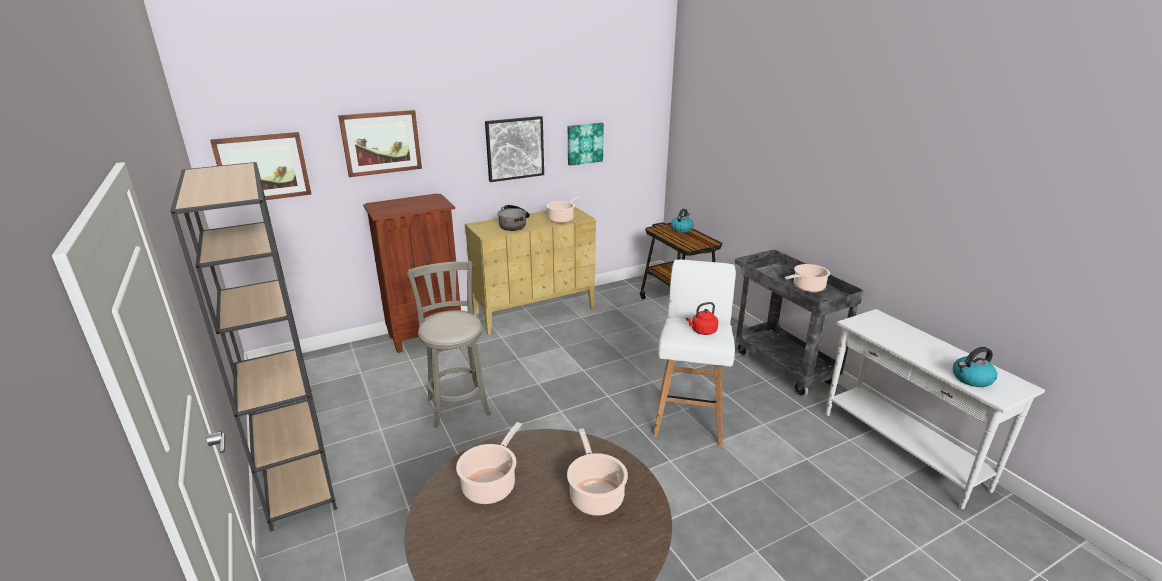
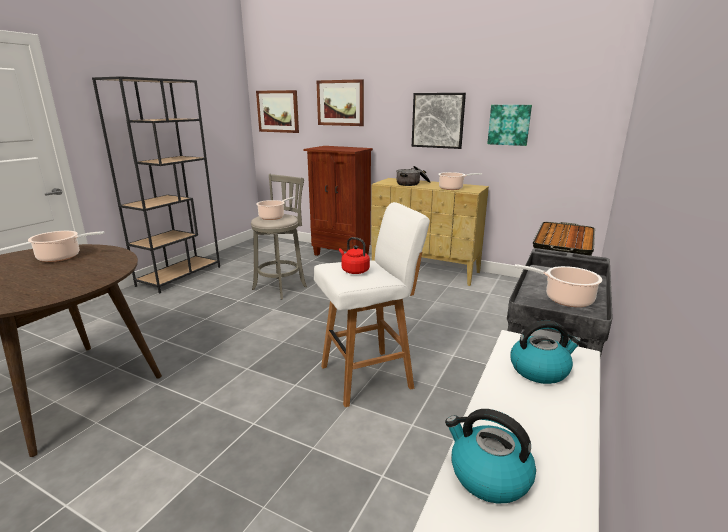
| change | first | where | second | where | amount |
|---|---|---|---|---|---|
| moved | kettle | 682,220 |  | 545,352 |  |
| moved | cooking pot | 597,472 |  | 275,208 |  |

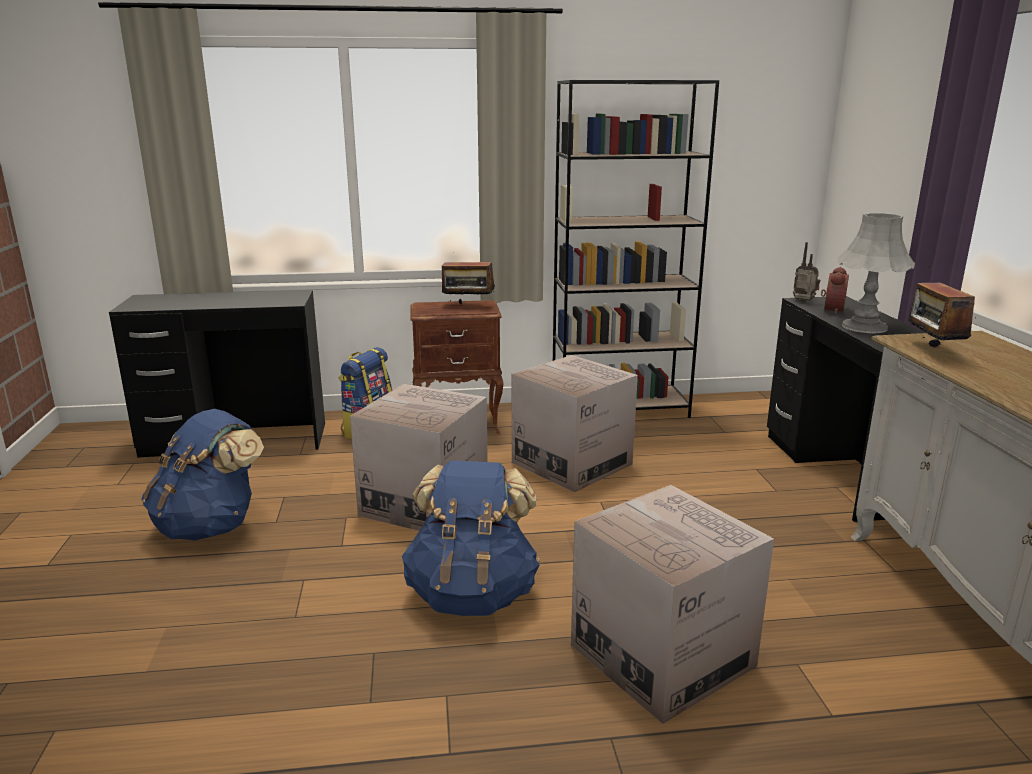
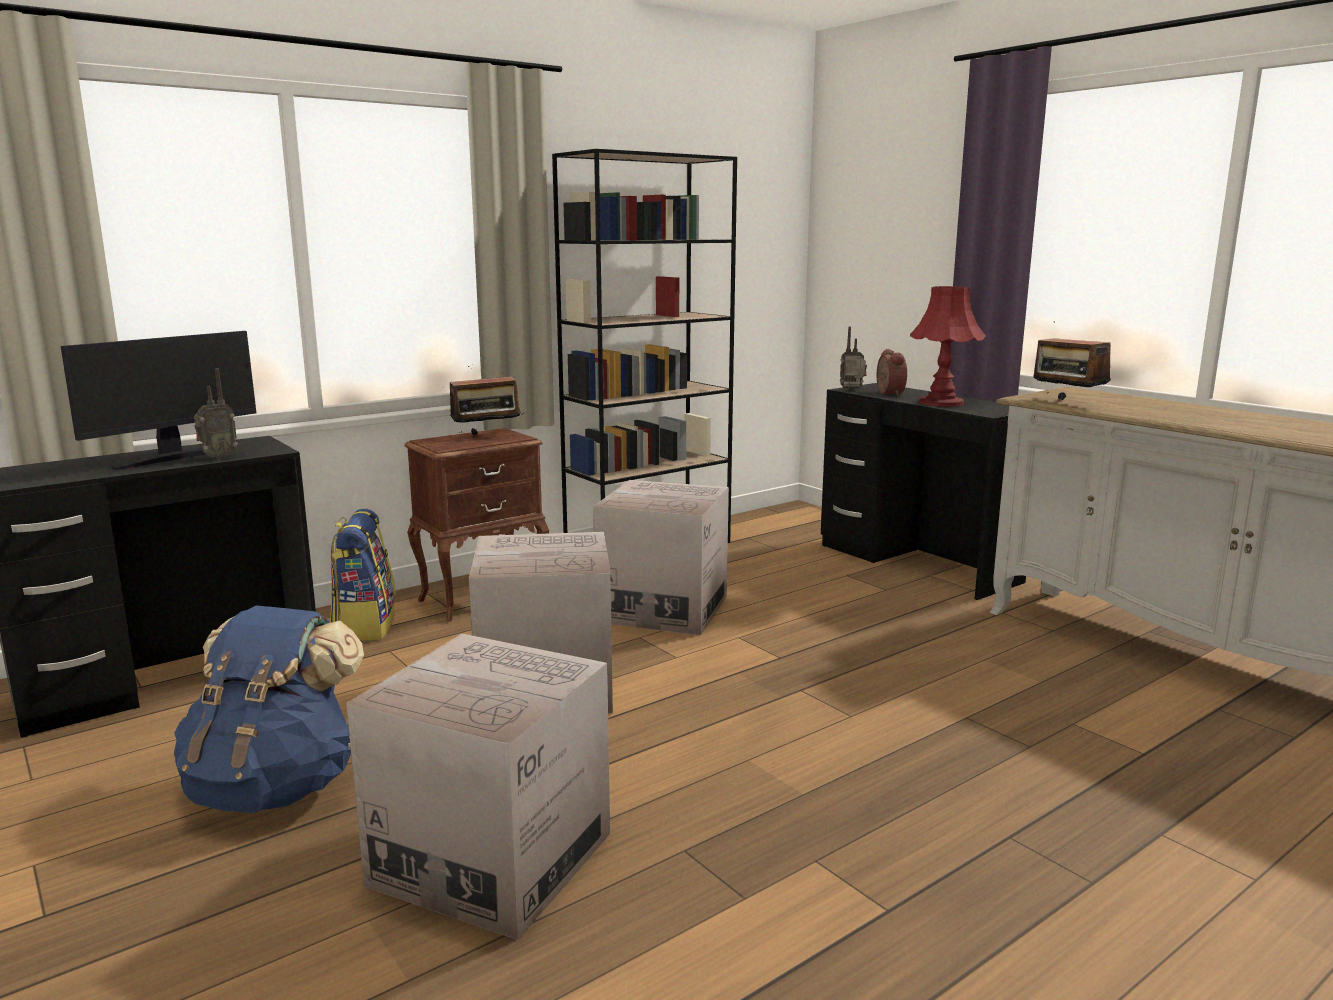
| change | first | where | second | where | amount |
|---|---|---|---|---|---|
| recoloured | table lamp (grey) | 876,273 | table lamp (red) | 948,346 |  |
| removed | backpack (blue) | 471,538 |  |  |  |
| moved | cardboard box | 672,604 |  | 478,787 |  |
| added |  |  | monitor | 158,400 |  |
| added |  |  | radio | 216,413 |  |

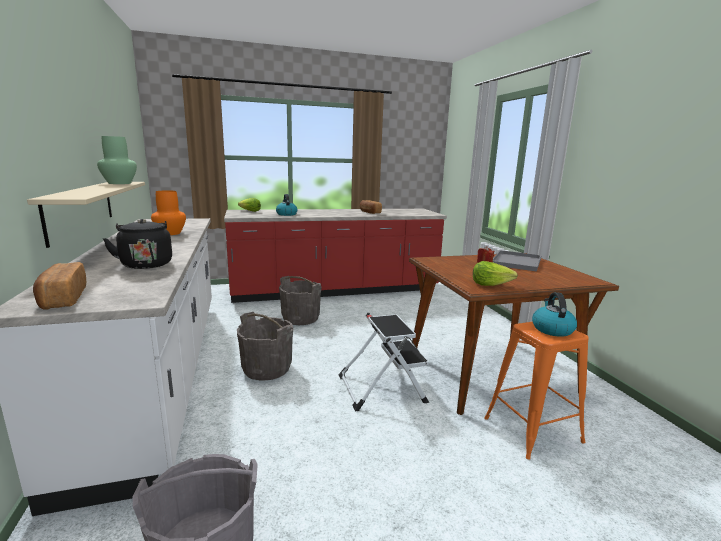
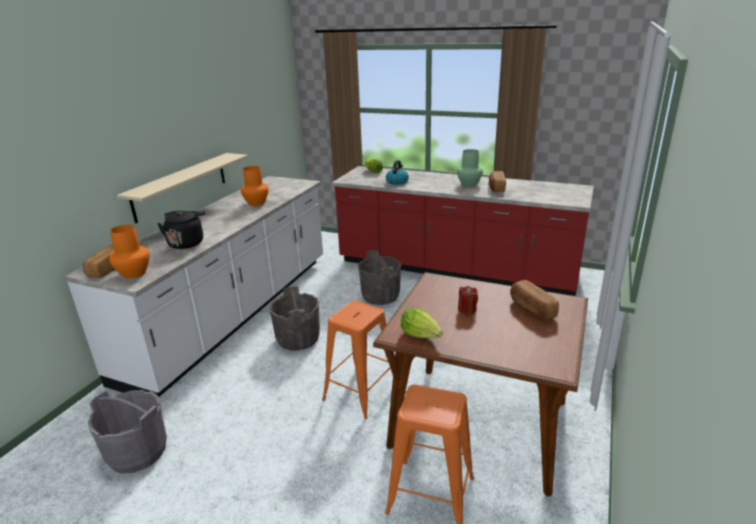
| change | first | where | second | where | amount |
|---|---|---|---|---|---|
| moved | vase (green) | 117,160 |  | 470,168 |  |
| replaced | tray (grey) | 517,261 | bread | 534,300 |  |
| removed | kettle | 554,314 |  |  |  |
| replaced | step ladder | 383,362 | stool (orange) | 357,360 |  |
| added |  |  | vase (orange) | 129,252 |  |

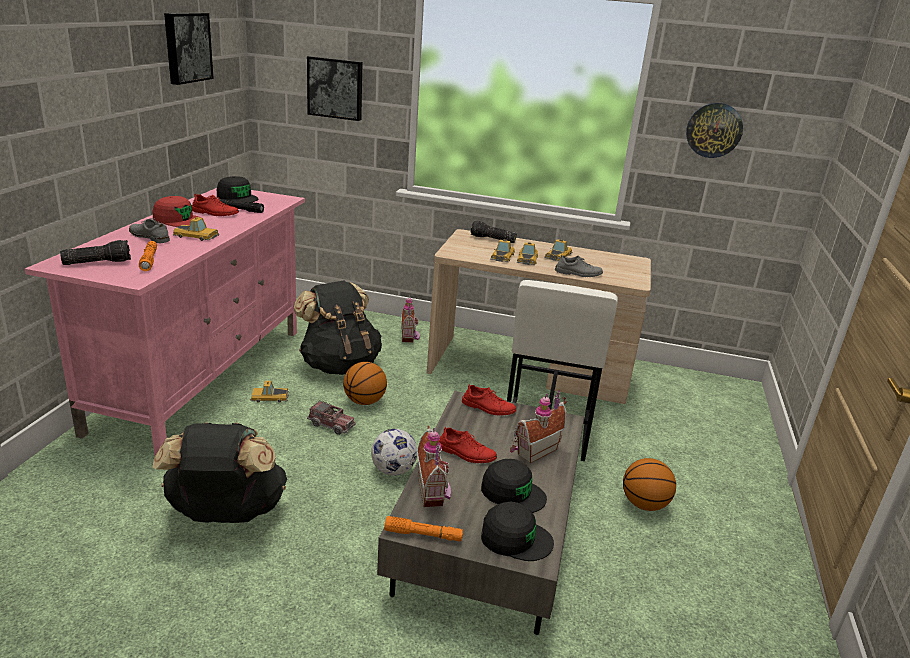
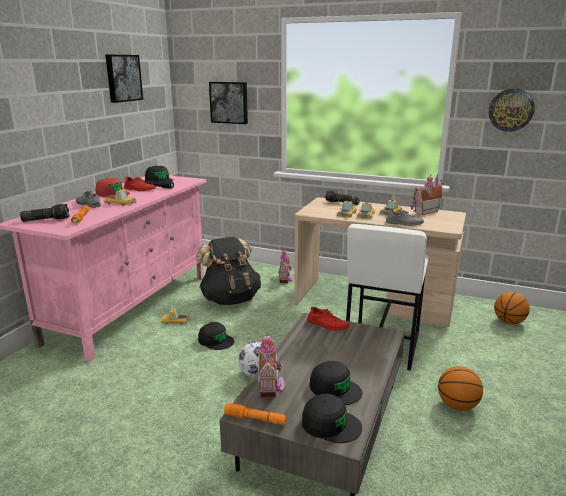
| change | first | where | second | where | amount |
|---|---|---|---|---|---|
| moved | basketball | 365,383 |  | 512,308 |  |
| moved | toy house | 538,426 |  | 427,194 |  |
| replaced | toy truck | 331,418 | cap (black) | 216,336 |  |
| removed | backpack (black) | 220,472 |  |  |  |
| removed | shoe (red) | 468,445 |  |  |  |

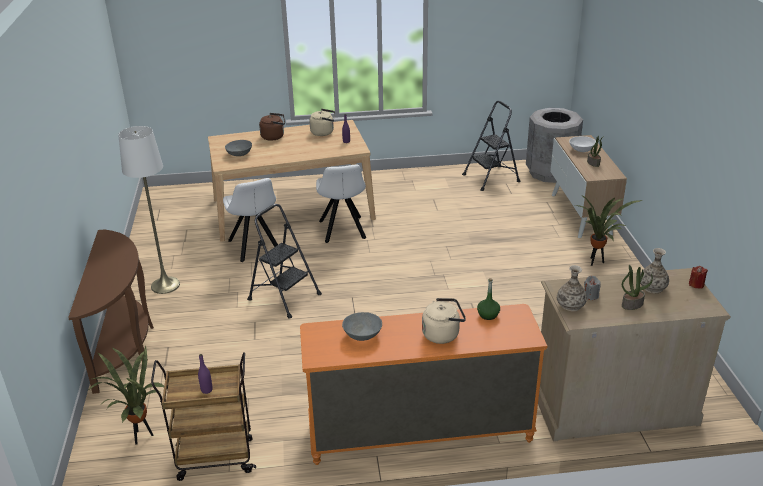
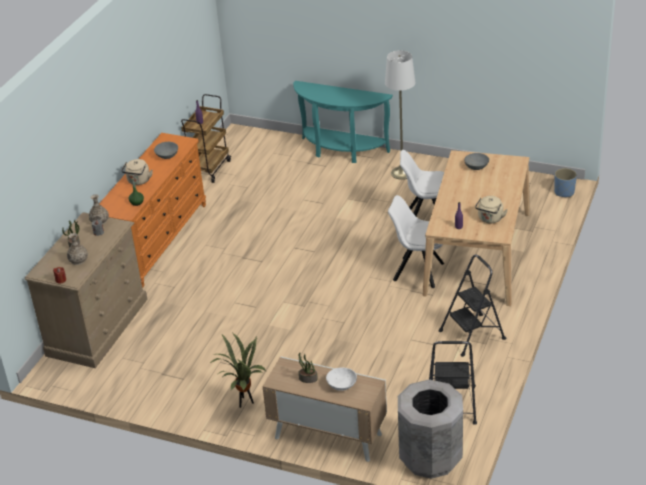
| change | first | where | second | where | amount |
|---|---|---|---|---|---|
| removed | kettle (brown) | 272,127 |  |  |  |
| moved | step ladder (black) | 284,261 |  | 472,305 |  |
| recoloured | console table (brown) | 111,311 | console table (turquoise) | 343,122 |  |
| removed | potted plant | 126,395 |  |  |  |
| added |  |  | planter (blue) | 565,182 |  |

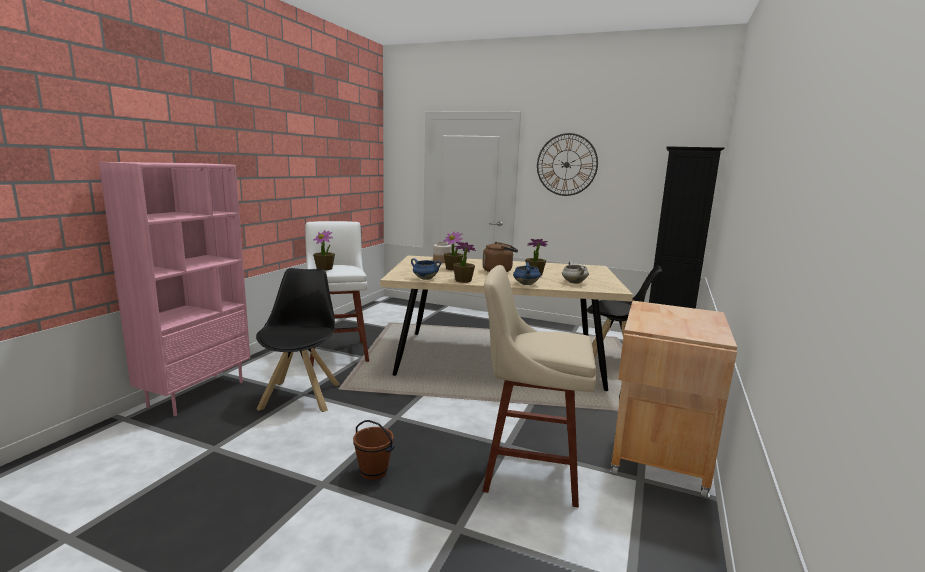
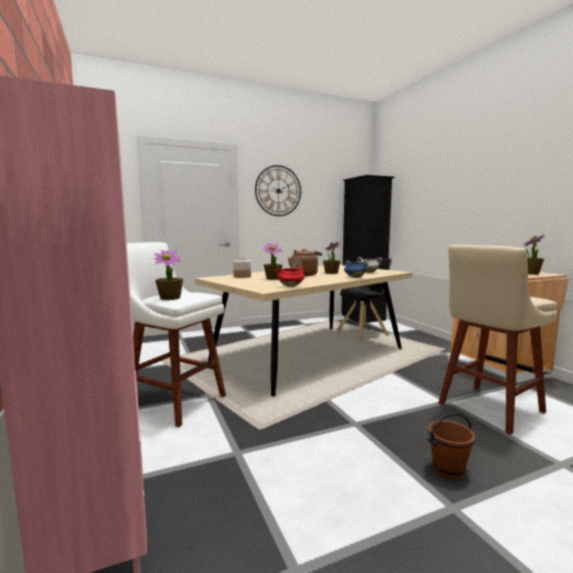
| change | first | where | second | where | amount |
|---|---|---|---|---|---|
| moved | potted plant | 464,262 |  | 533,255 |  |
| recoloured | cooking pot (blue) | 426,269 | cooking pot (red) | 290,276 |  |
| removed | chair (black) | 298,340 |  |  |  |

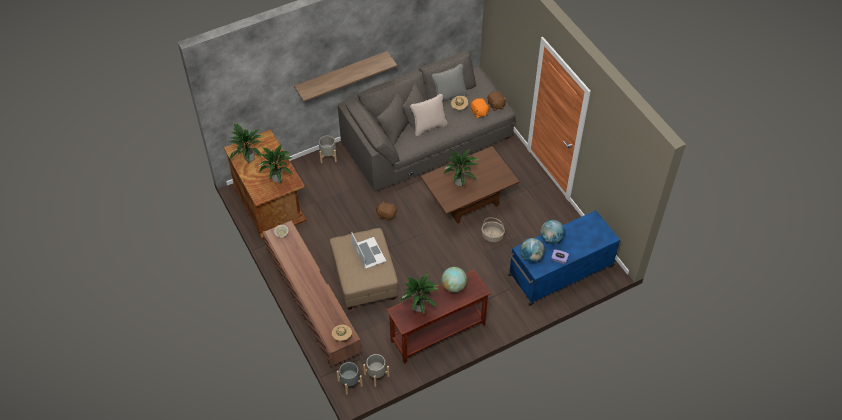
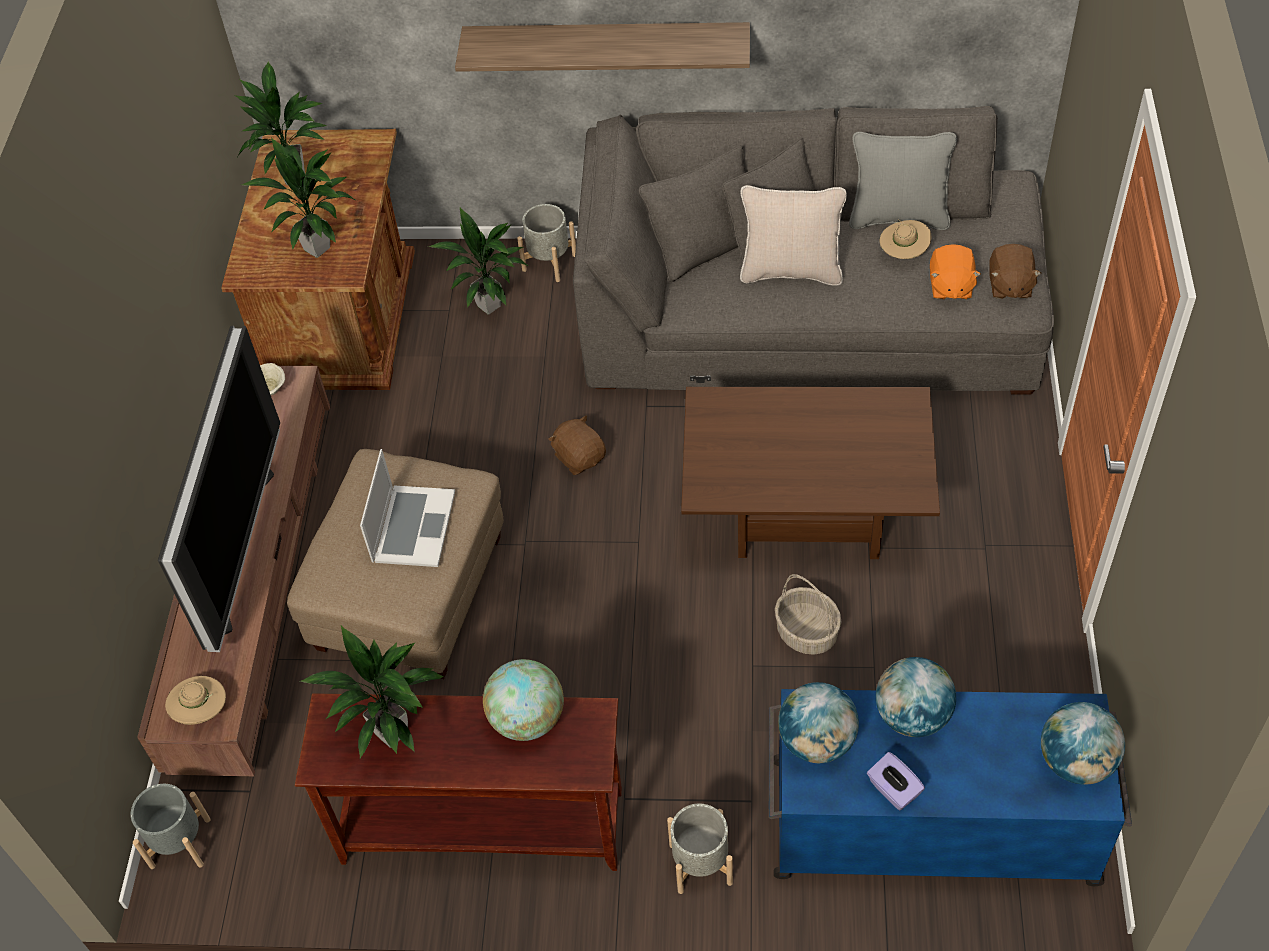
| change | first | where | second | where | amount |
|---|---|---|---|---|---|
| moved | potted plant | 460,168 |  | 478,261 |  |
| moved | planter (grey) | 376,370 |  | 700,849 |  |
| added |  |  | television | 219,489 |  |
| added |  |  | globe | 1083,743 |  |

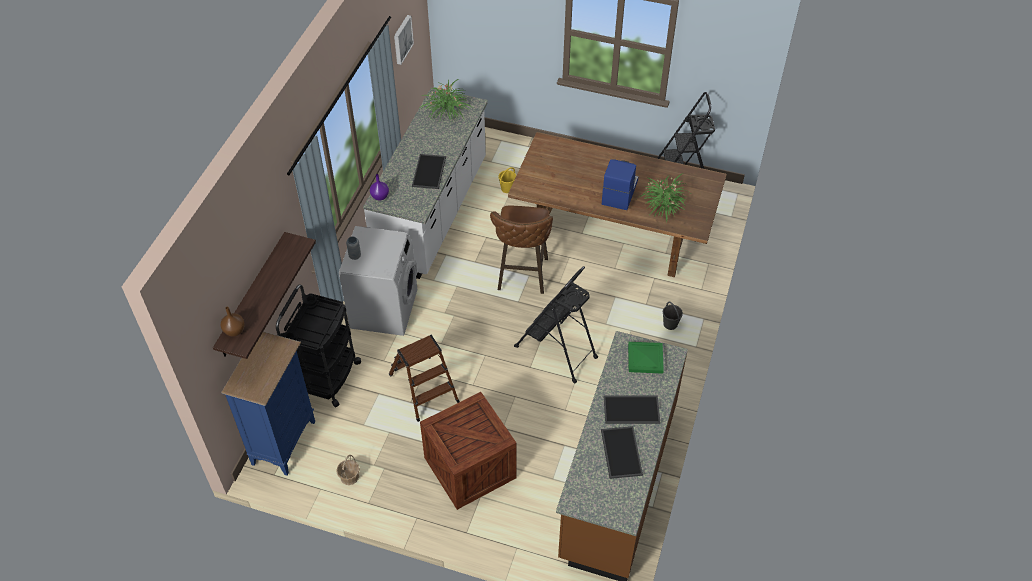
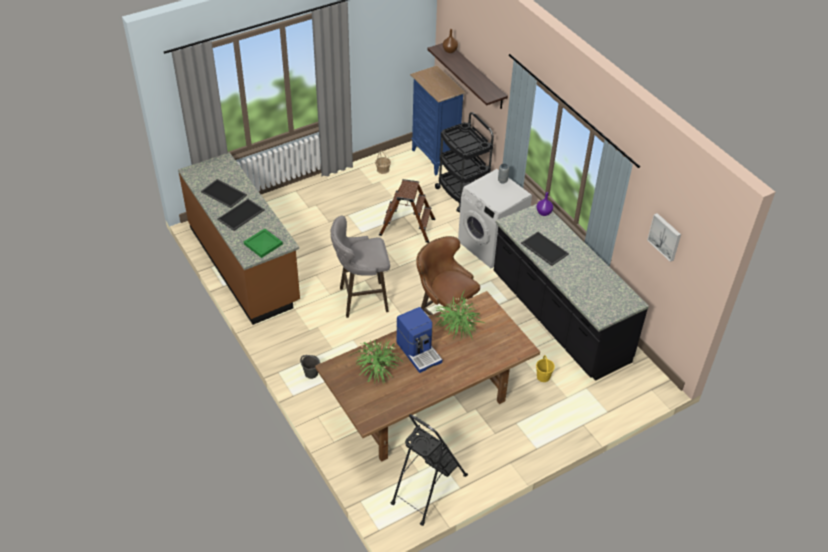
| change | first | where | second | where | amount |
|---|---|---|---|---|---|
| moved | potted plant | 445,99 |  | 459,315 |  |
| recoloured | counter (white) | 425,183 | counter (black) | 571,292 |  |
| replaced | step ladder | 556,324 | stool (grey) | 360,267 |  |
| removed | crate | 468,451 |  |  |  |

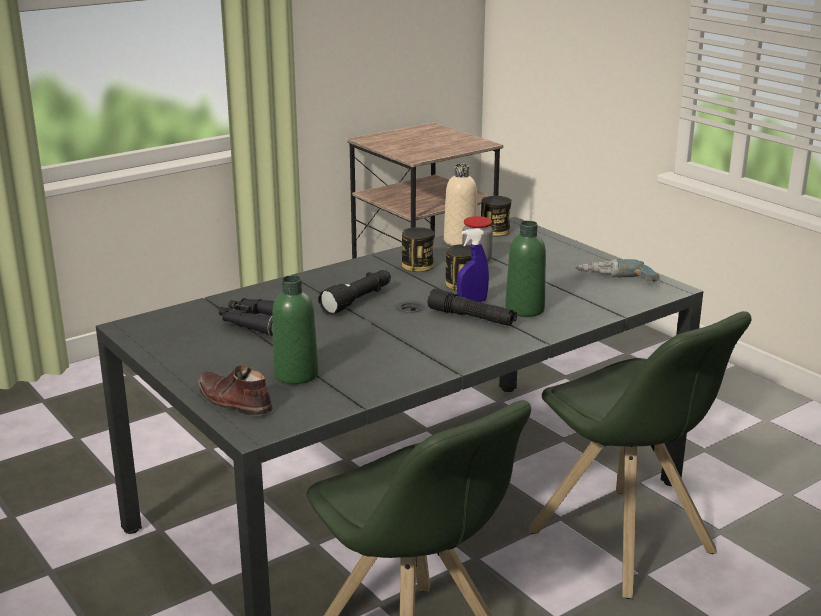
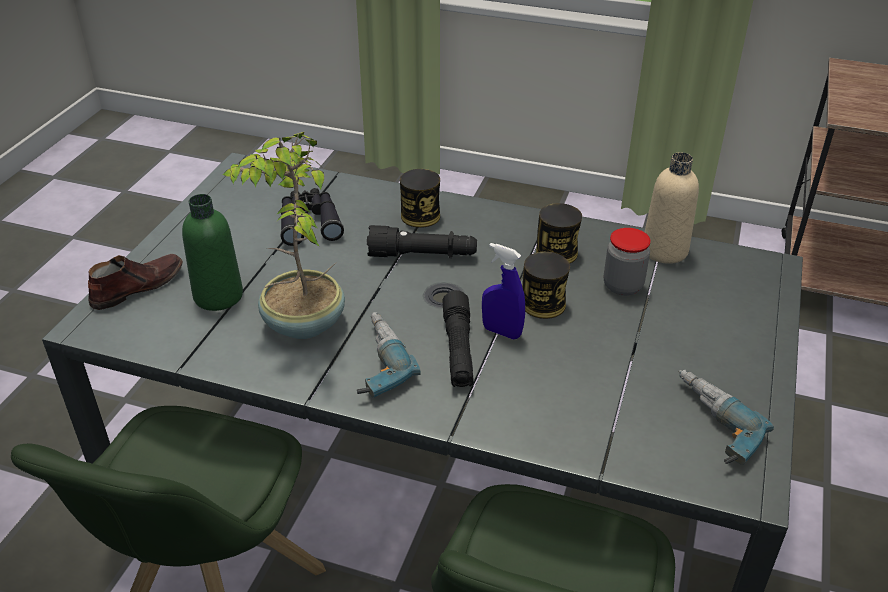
| change | first | where | second | where | amount |
|---|---|---|---|---|---|
| moved | can | 496,216 |  | 420,198 |  |
| removed | bottle (green) | 525,269 |  |  |  |
| turned | shoe (brown) | 235,390 |  | 135,282 | 45 degrees clockwise |
| added |  |  | potted plant | 284,235 |  |
| added |  |  | power drill | 389,355 |  |

